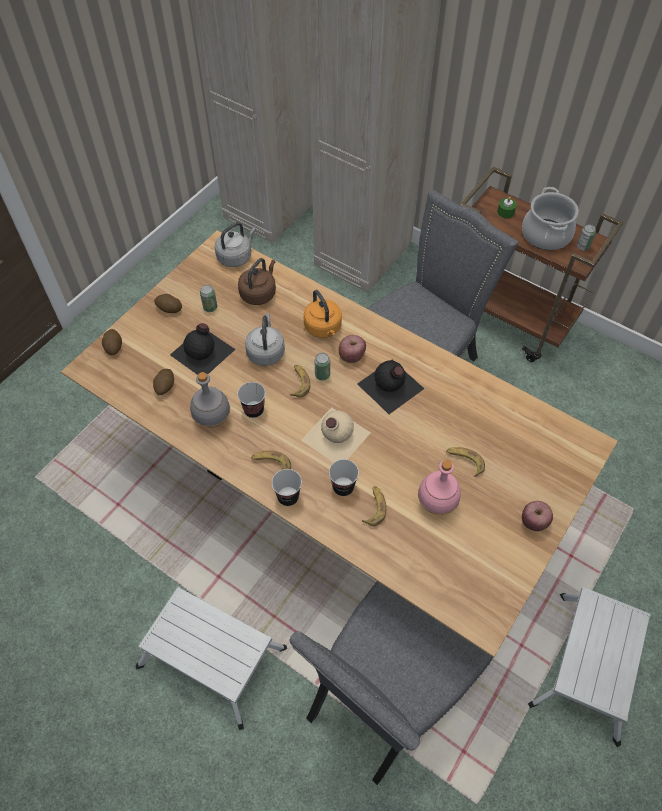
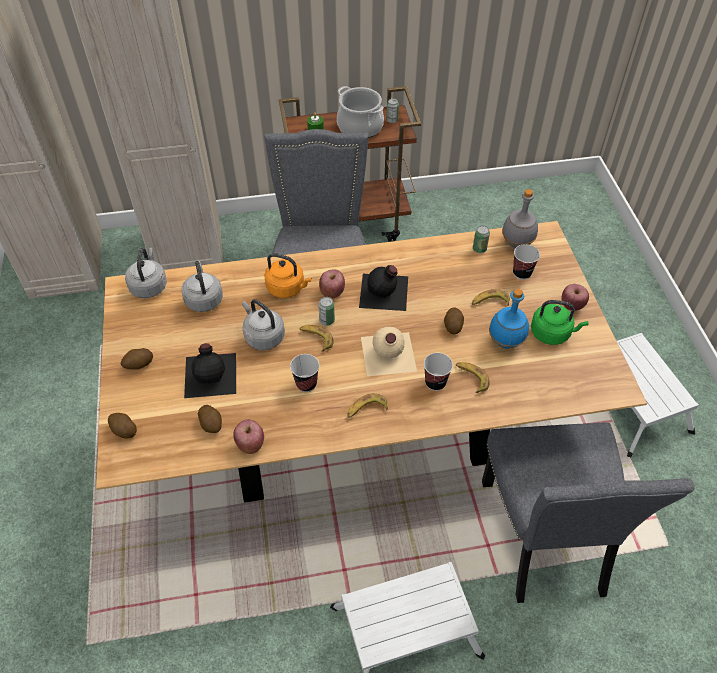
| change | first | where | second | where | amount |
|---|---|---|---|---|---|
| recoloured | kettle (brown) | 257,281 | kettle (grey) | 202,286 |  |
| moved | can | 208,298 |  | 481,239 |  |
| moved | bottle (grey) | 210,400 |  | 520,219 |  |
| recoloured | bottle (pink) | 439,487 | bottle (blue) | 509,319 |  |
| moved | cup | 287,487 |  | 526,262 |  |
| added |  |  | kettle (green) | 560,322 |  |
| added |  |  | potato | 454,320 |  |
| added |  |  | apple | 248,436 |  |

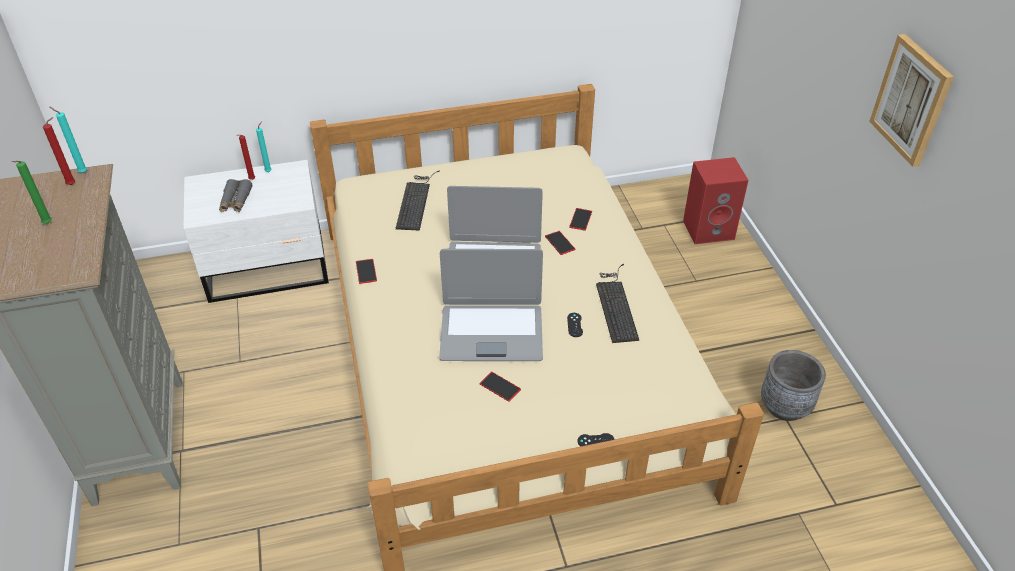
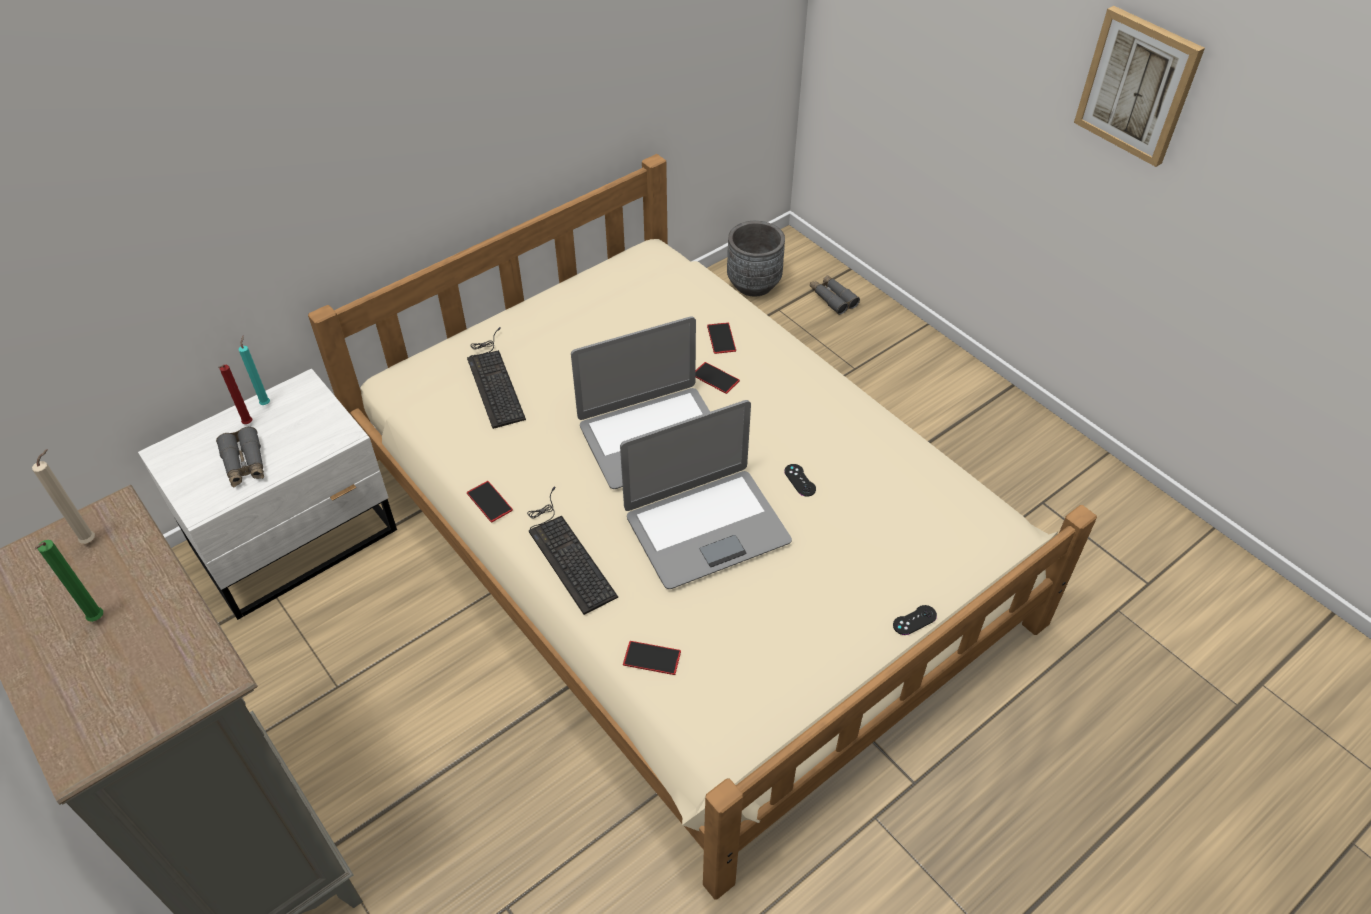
| change | first | where | second | where | amount |
|---|---|---|---|---|---|
| removed | candle (turquoise) | 68,140 |  |  |  |
| recoloured | candle (red) | 59,151 | candle (beige) | 63,496 |  |
| replaced | speaker (red) | 715,200 | binoculars (grey) | 835,295 |  |
| moved | keyboard | 617,303 |  | 572,551 |  |
| moved | planter (grey) | 793,385 |  | 756,259 |  |
| moved | phone | 500,387 |  | 652,658 |  |

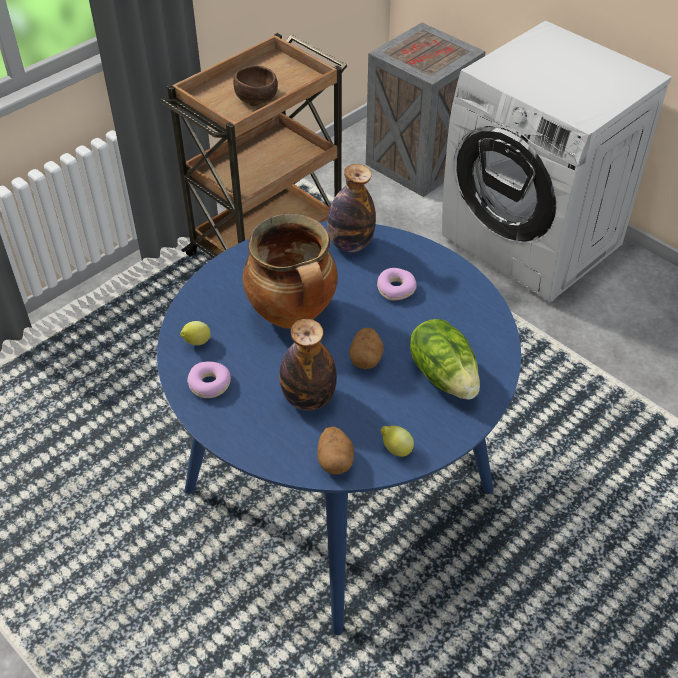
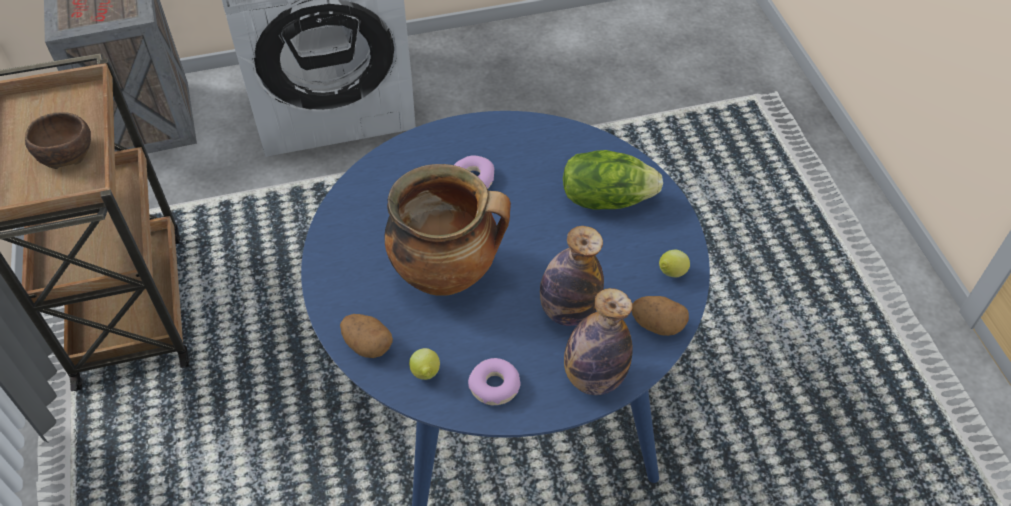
| change | first | where | second | where | amount |
|---|---|---|---|---|---|
| moved | bottle | 351,208 |  | 598,341 |  |
| moved | potato | 366,348 |  | 366,336 |  |

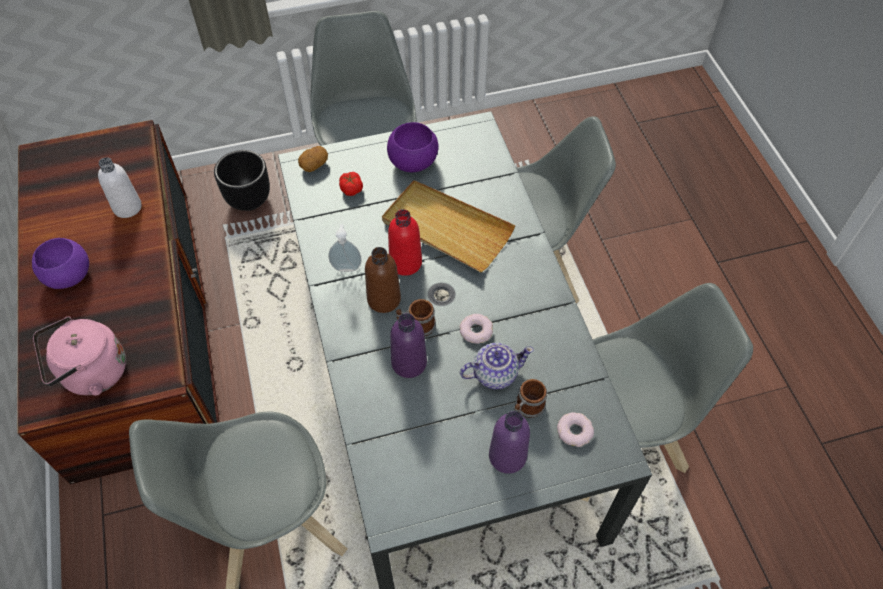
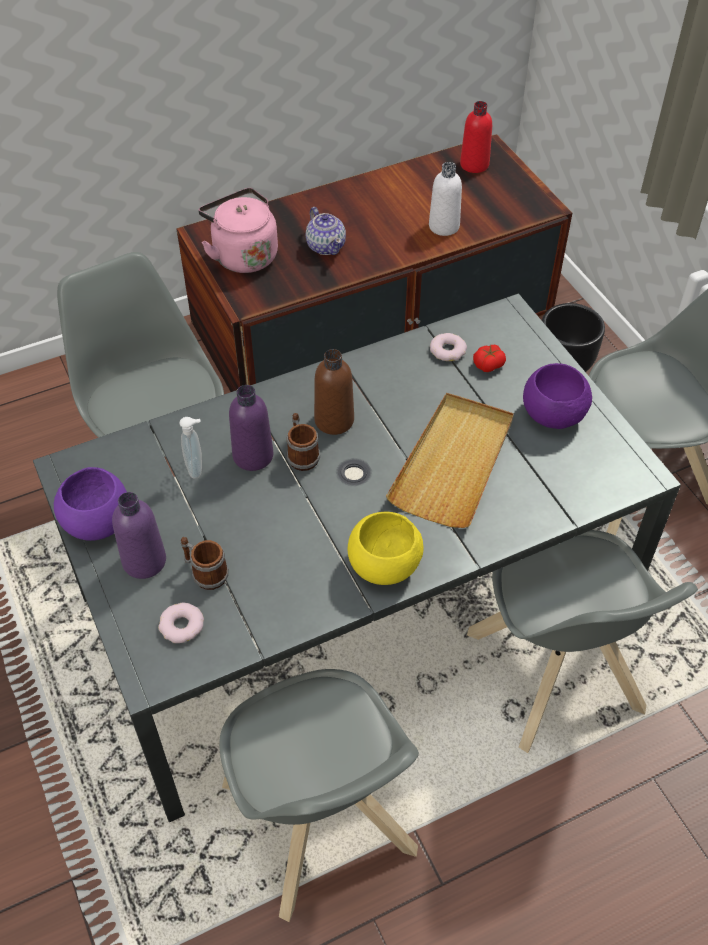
| change | first | where | second | where | amount |
|---|---|---|---|---|---|
| removed | potato | 313,159 |  |  |  |
| moved | bottle (red) | 405,242 |  | 476,137 |  |
| moved | soap dispenser | 345,248 |  | 191,448 |  |
| moved | bowl (purple) | 60,263 |  | 90,504 |  |
| moved | donut | 476,329 |  | 448,347 |  |
| moved | teapot | 497,366 |  | 326,231 |  |
| added |  |  | bowl (yellow) | 386,548 |  |

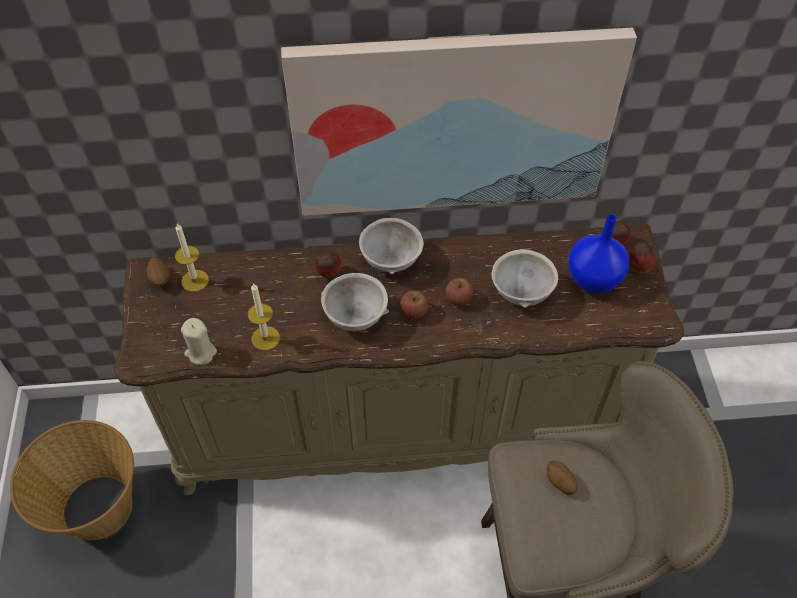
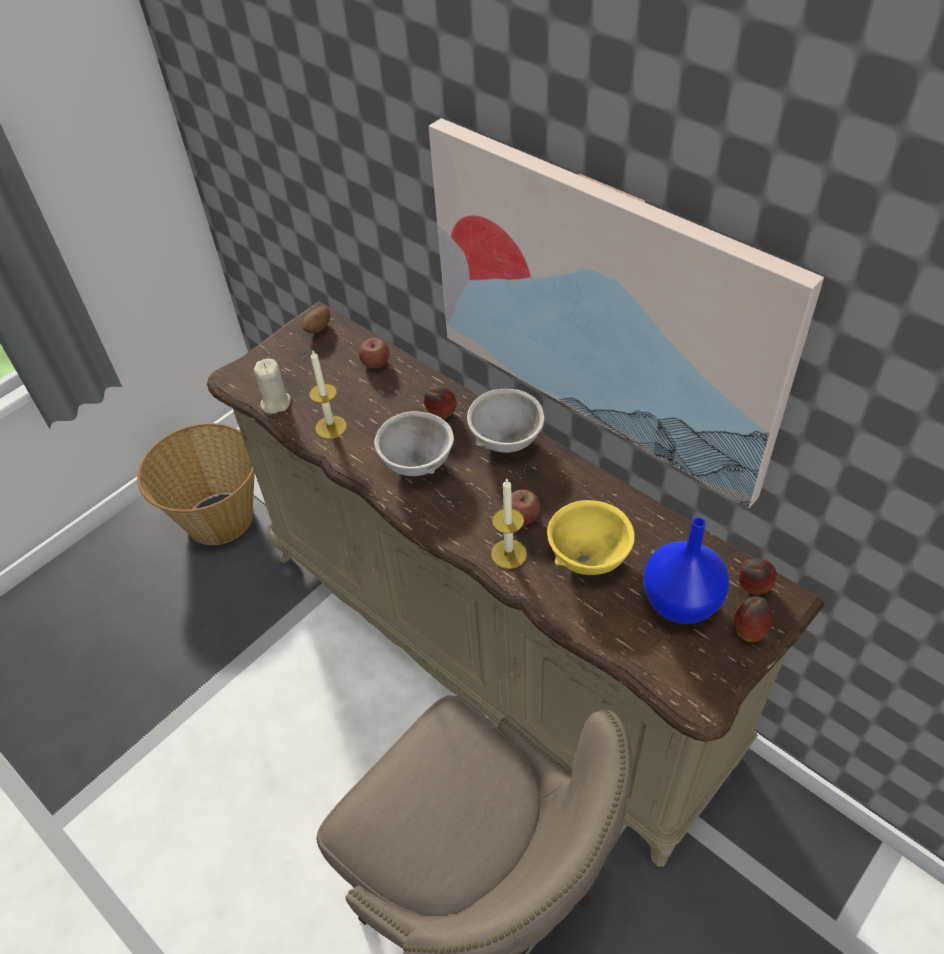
| change | first | where | second | where | amount |
|---|---|---|---|---|---|
| moved | candle | 192,258 |  | 509,524 |  |
| recoloured | bowl (grey) | 524,278 | bowl (yellow) | 591,537 |  |
| moved | apple | 414,305 |  | 374,353 |  |
| removed | potato | 562,477 |  |  |  |

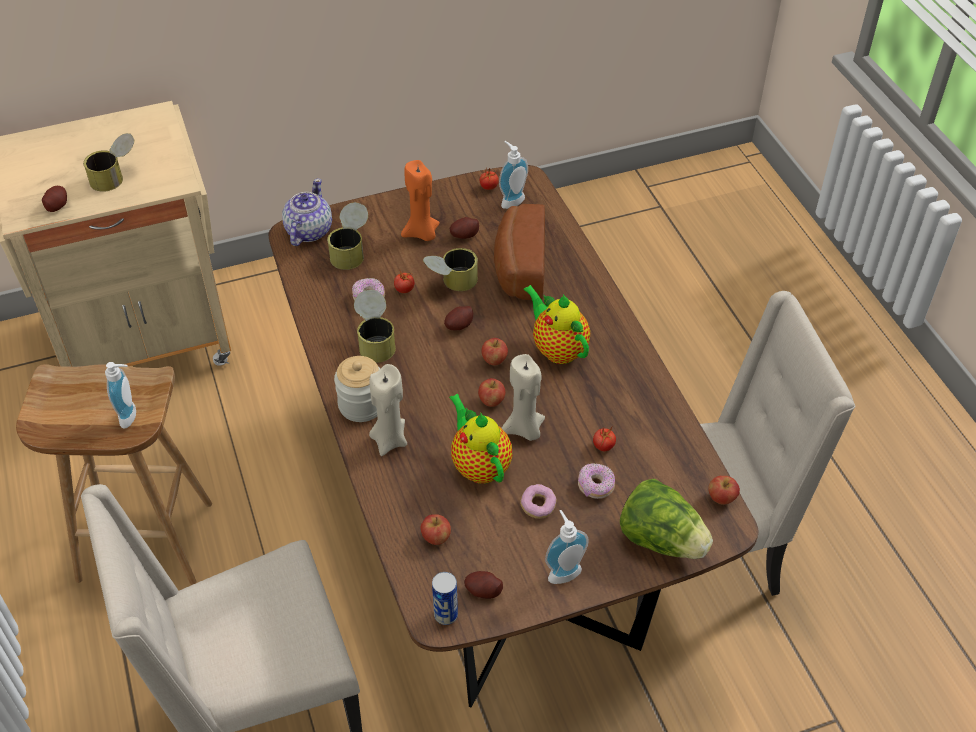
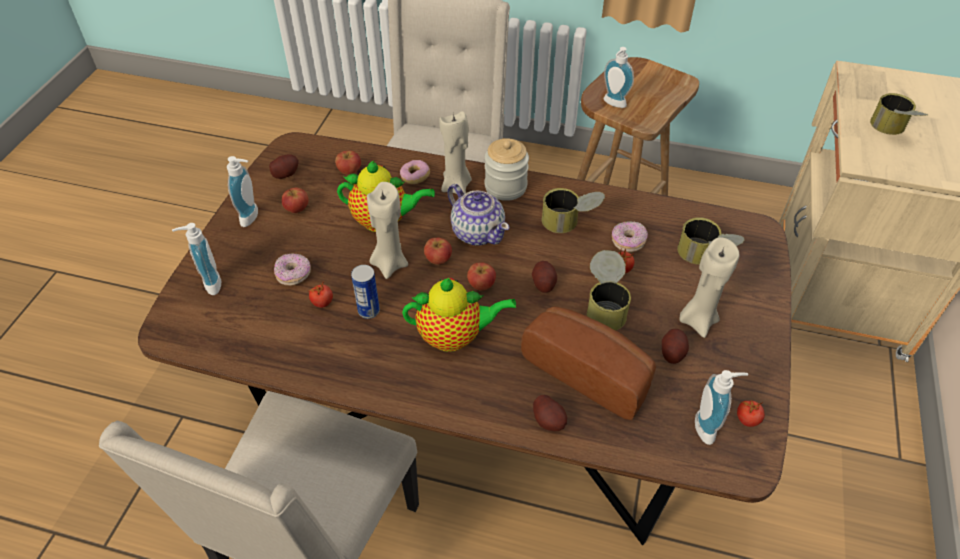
| change | first | where | second | where | amount |
|---|---|---|---|---|---|
| recoloured | candle (orange) | 420,200 | candle (beige) | 709,287 |  |
| moved | teapot | 307,212 |  | 478,215 |  |
| moved | potato | 54,199 |  | 550,413 |  |
| moved | apple | 724,490 |  | 295,200 |  |
| replaced | lettuce | 666,518 | soap dispenser | 197,259 |  |
| moved | donut | 538,501 |  | 415,172 |  |
| moved | can | 445,598 |  | 365,292 |  |

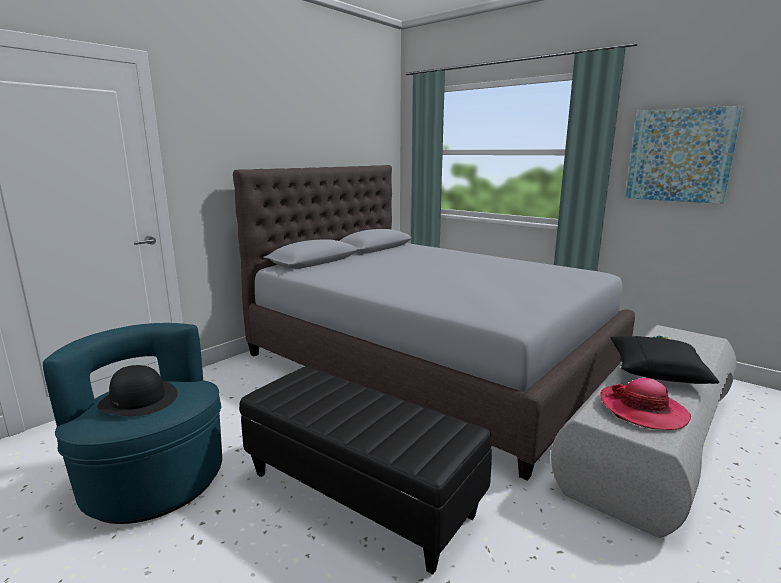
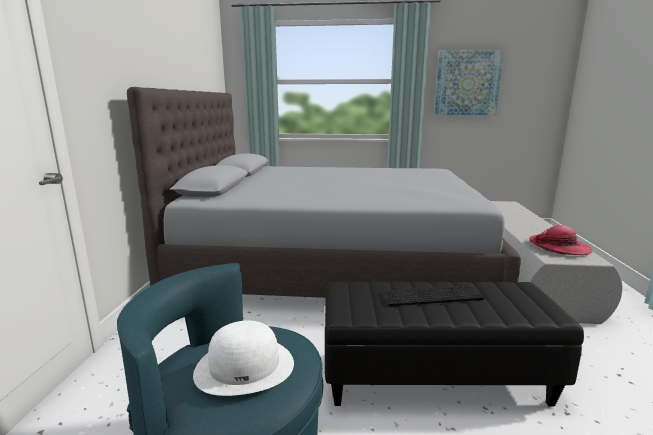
| change | first | where | second | where | amount |
|---|---|---|---|---|---|
| removed | pillow (black) | 665,359 |  |  |  |
| recoloured | hat (black) | 137,390 | hat (white) | 243,358 |  |
| added |  |  | keyboard | 432,295 |  |

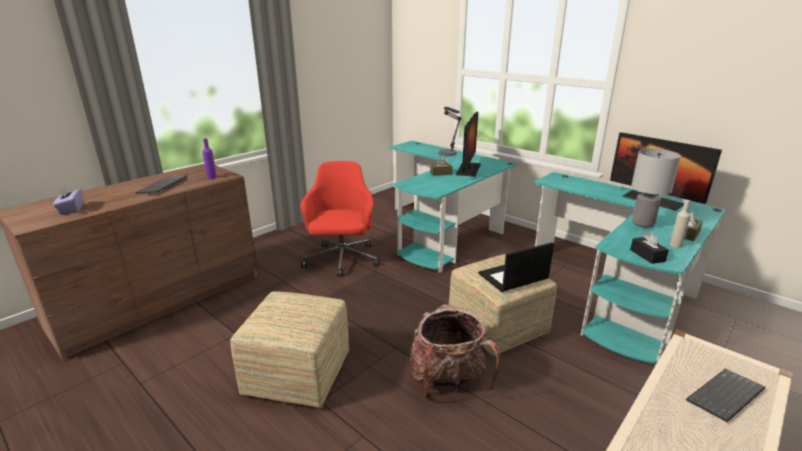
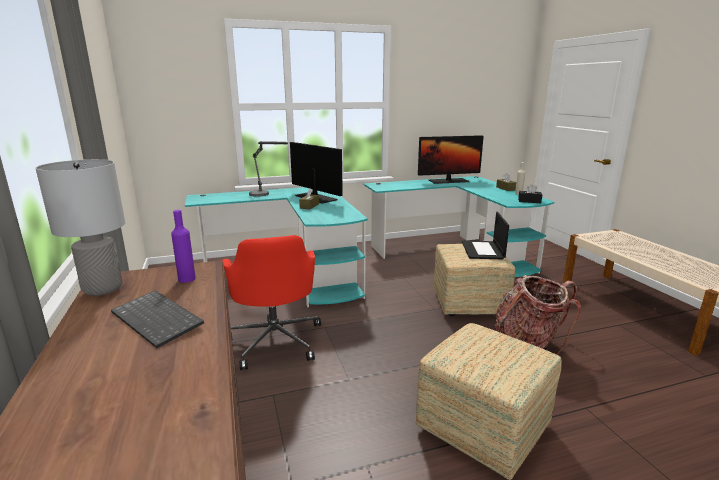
| change | first | where | second | where | amount |
|---|---|---|---|---|---|
| moved | table lamp (grey) | 656,188 |  | 80,227 |  |
| turned | office chair (red) | 339,218 |  | 271,302 | 135 degrees counterclockwise |
| removed | tissue box (purple) | 68,200 |  |  |  |
| removed | keyboard | 725,395 |  |  |  |

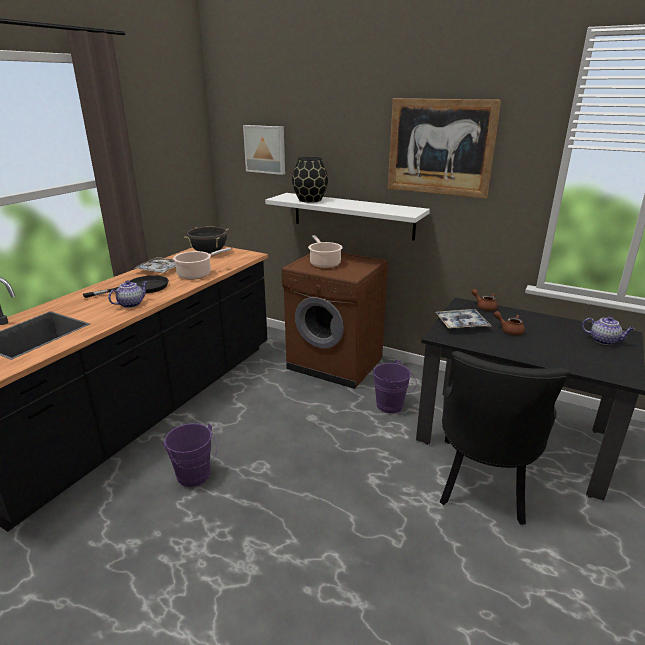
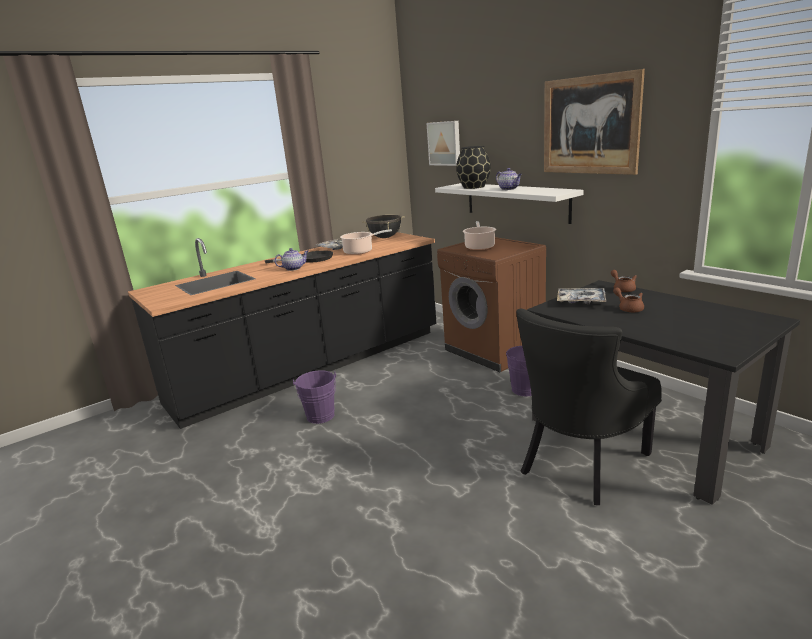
| change | first | where | second | where | amount |
|---|---|---|---|---|---|
| moved | teapot | 608,331 |  | 509,179 |  |

